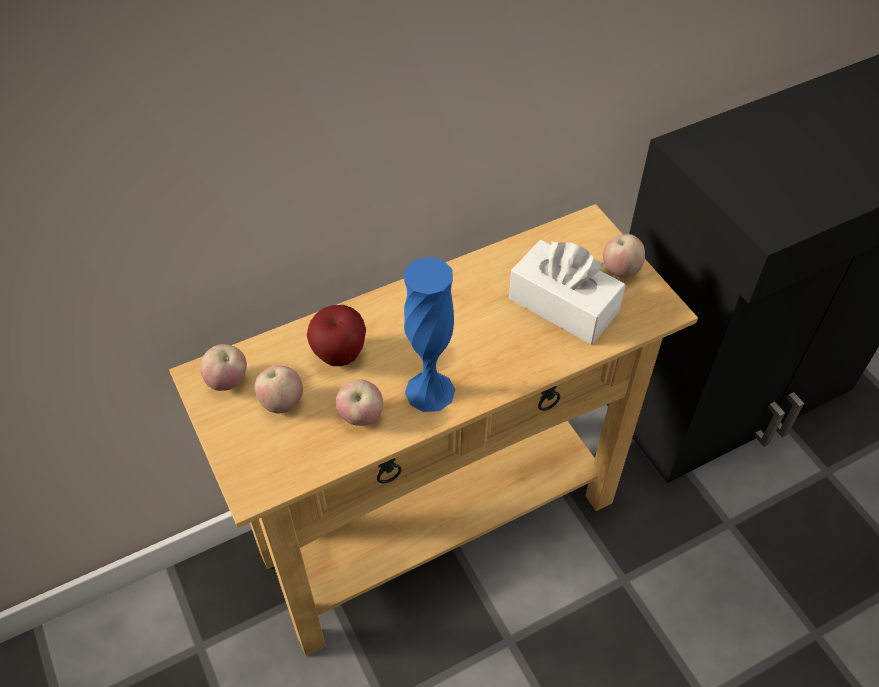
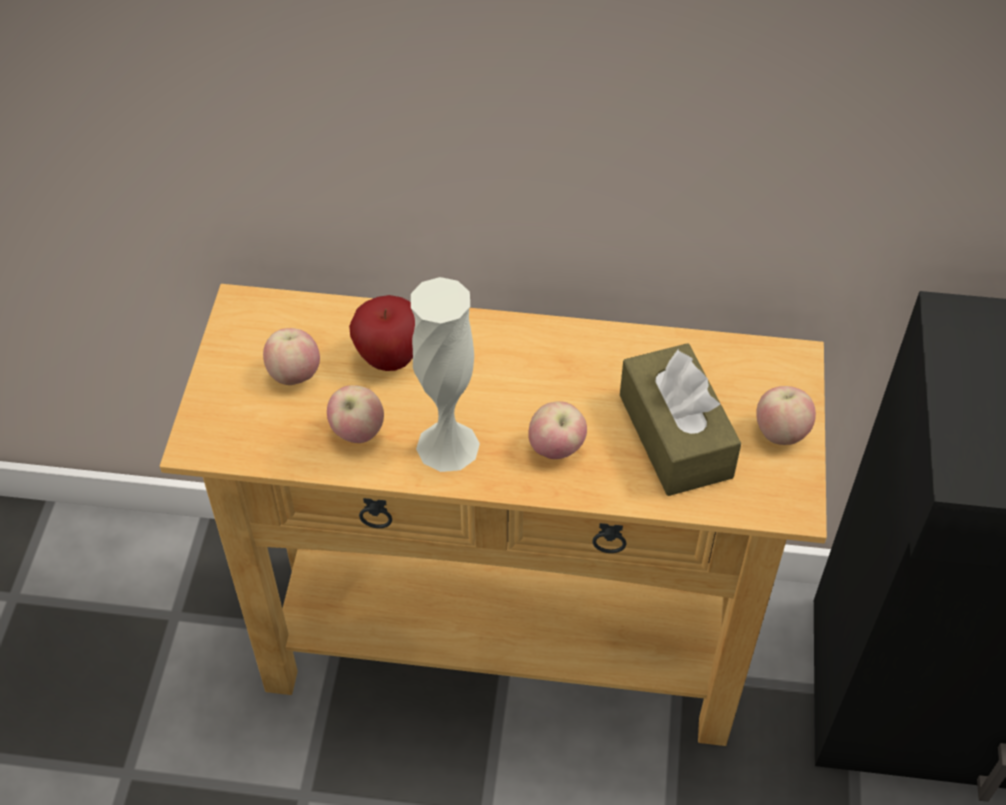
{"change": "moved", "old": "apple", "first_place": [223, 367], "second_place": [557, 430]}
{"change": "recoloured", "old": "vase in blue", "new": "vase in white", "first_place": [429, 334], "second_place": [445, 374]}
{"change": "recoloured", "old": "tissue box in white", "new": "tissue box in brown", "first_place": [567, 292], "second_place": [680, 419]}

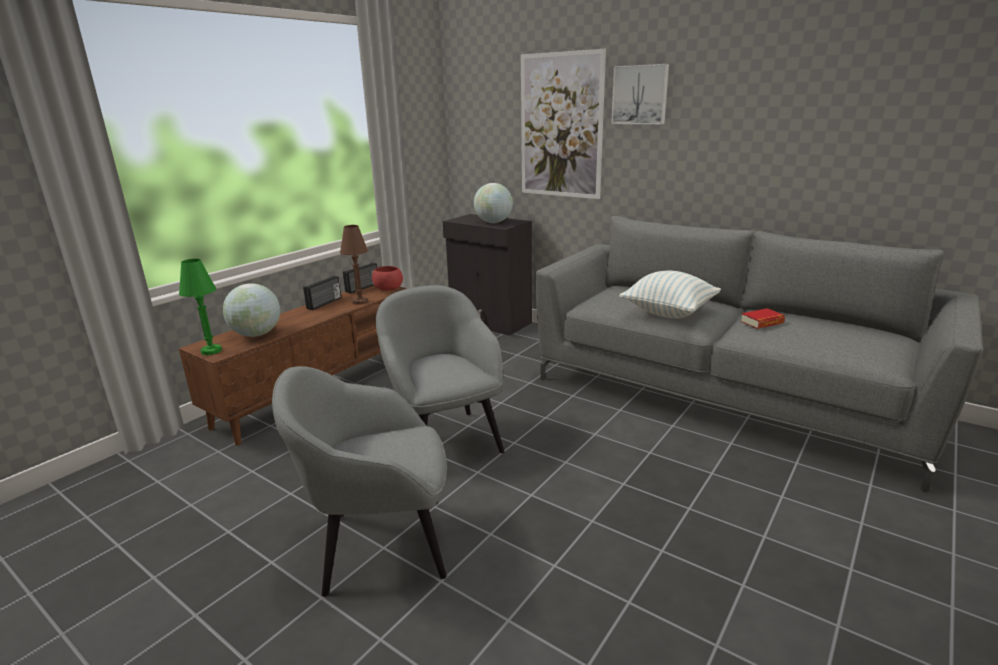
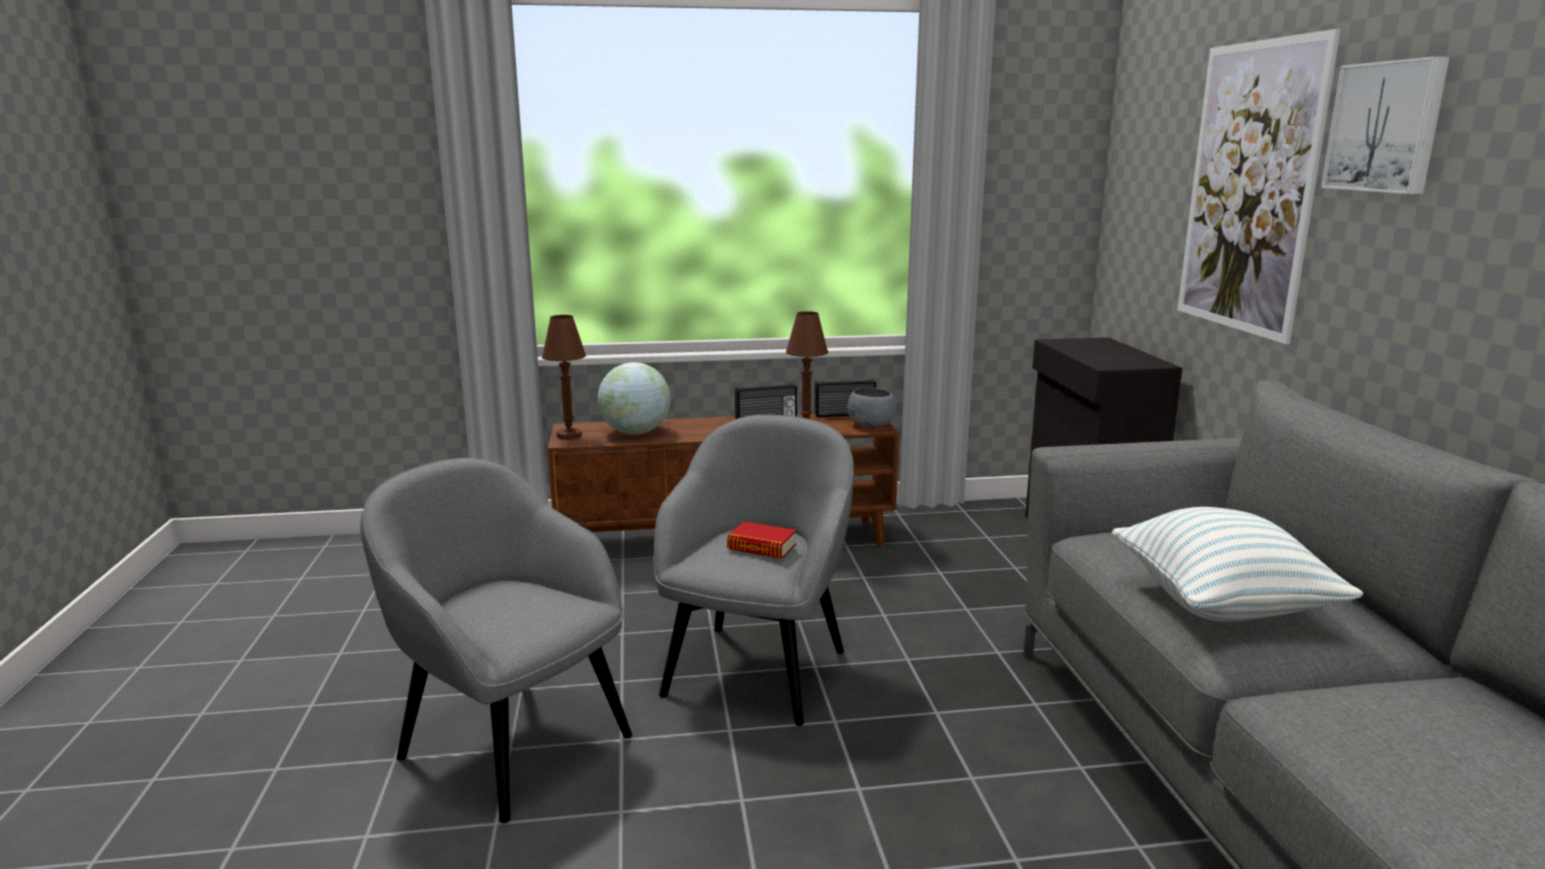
{"change": "recoloured", "old": "table lamp in green", "new": "table lamp in brown", "first_place": [200, 307], "second_place": [564, 377]}
{"change": "recoloured", "old": "bowl in red", "new": "bowl in grey", "first_place": [387, 278], "second_place": [871, 408]}
{"change": "removed", "old": "globe", "first_place": [493, 203]}
{"change": "moved", "old": "book", "first_place": [763, 318], "second_place": [761, 540]}

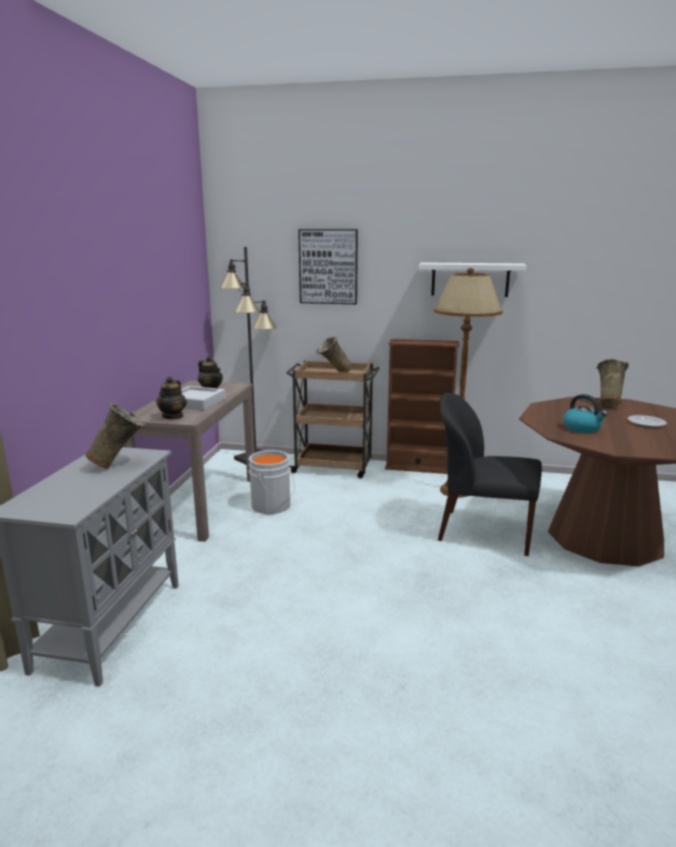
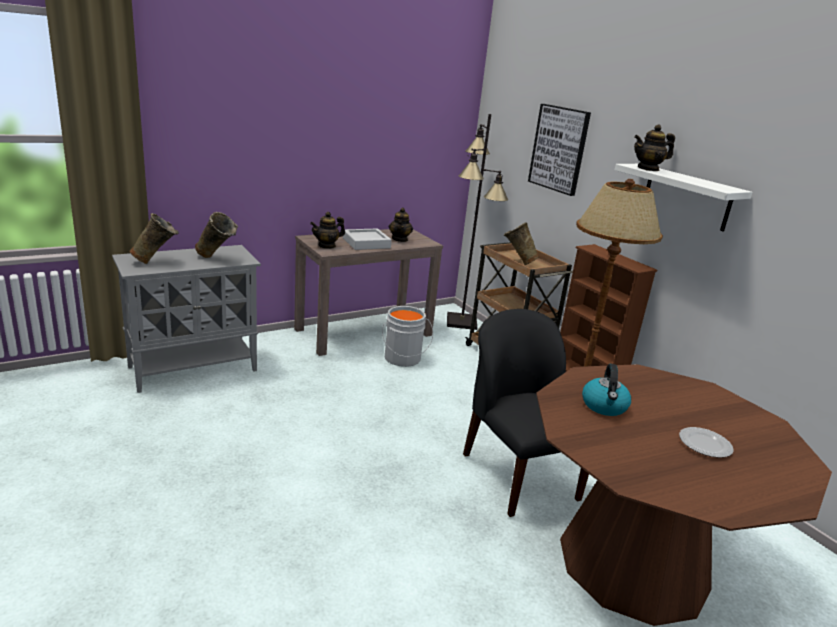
{"change": "moved", "old": "vase in beige", "first_place": [613, 382], "second_place": [154, 238]}
{"change": "added", "new": "teapot", "second_place": [654, 147]}

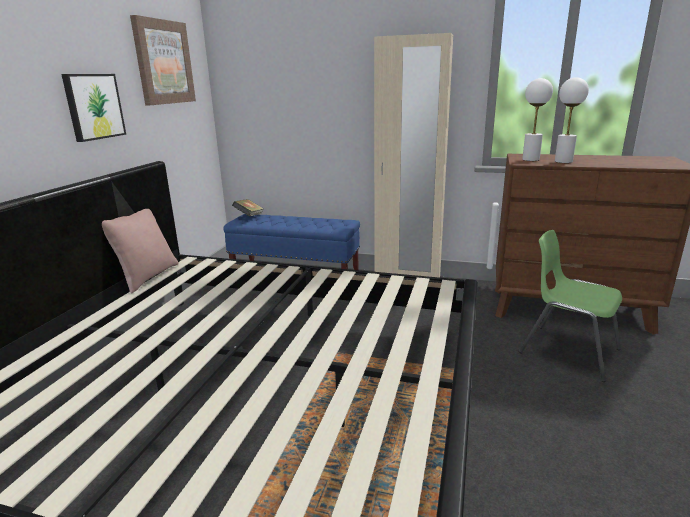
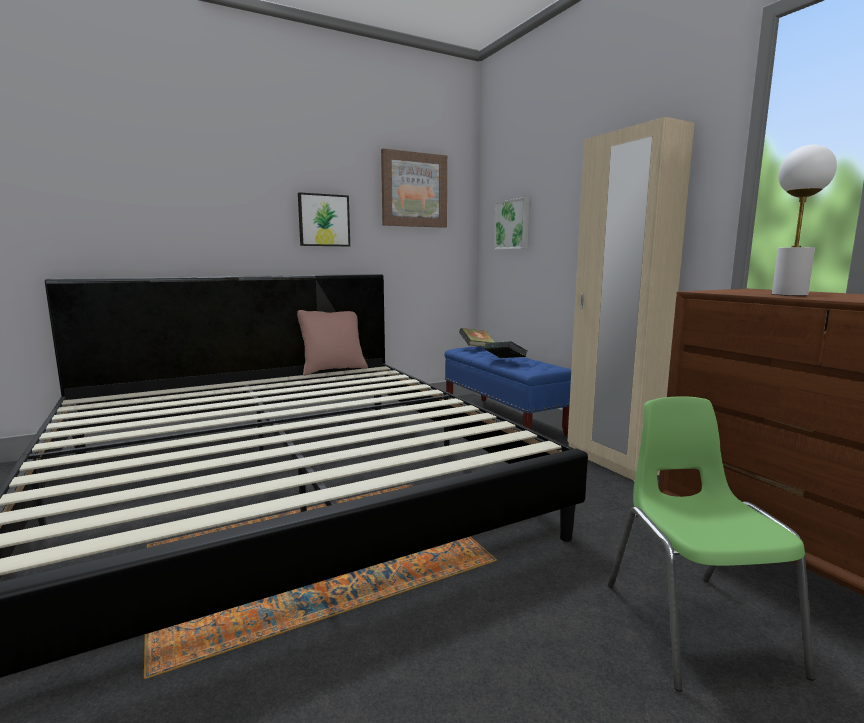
{"change": "removed", "old": "table lamp in white", "first_place": [537, 119]}
{"change": "added", "new": "book", "second_place": [505, 349]}
{"change": "added", "new": "picture", "second_place": [511, 223]}

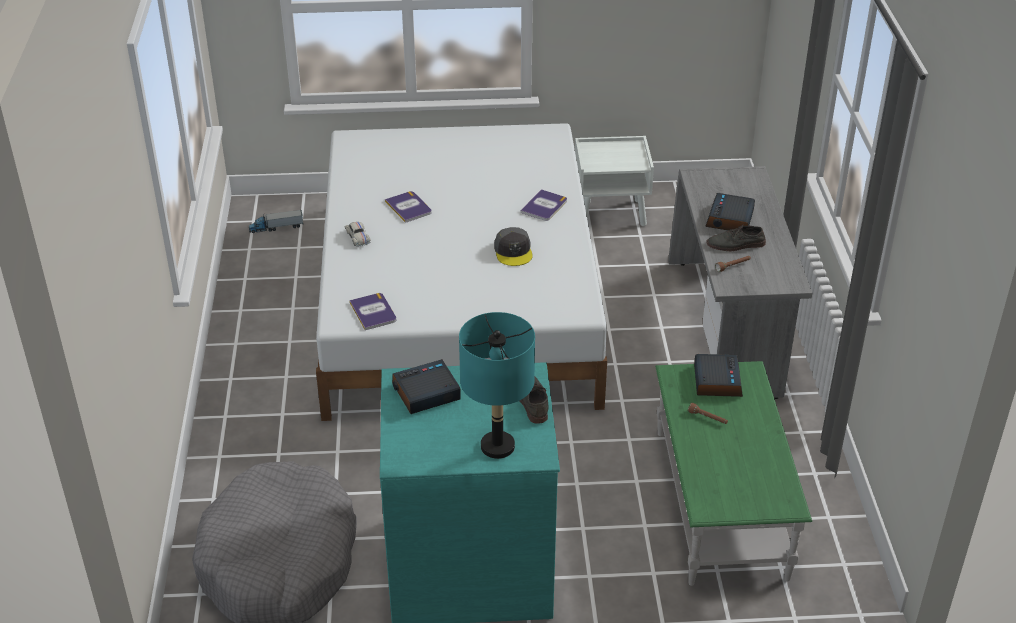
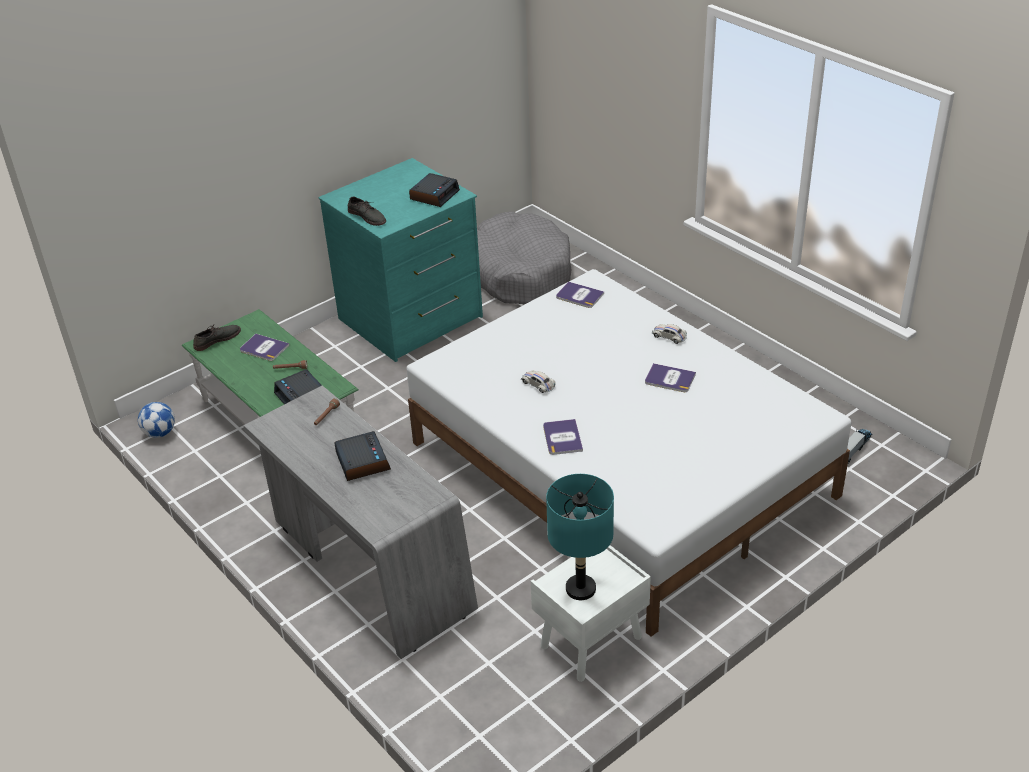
{"change": "moved", "old": "table lamp in turquoise", "first_place": [497, 385], "second_place": [580, 537]}
{"change": "replaced", "old": "cap in grey", "new": "toy car in white", "first_place": [513, 246], "second_place": [538, 381]}
{"change": "moved", "old": "shoe in grey", "first_place": [736, 238], "second_place": [217, 337]}
{"change": "added", "new": "football", "second_place": [156, 419]}
{"change": "added", "new": "book", "second_place": [264, 347]}

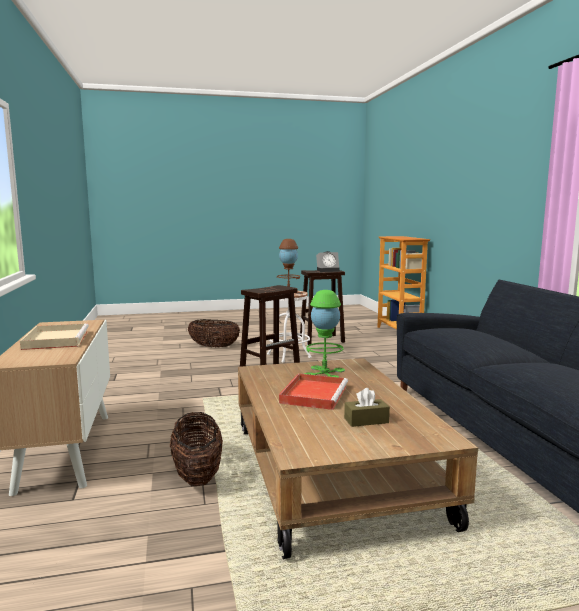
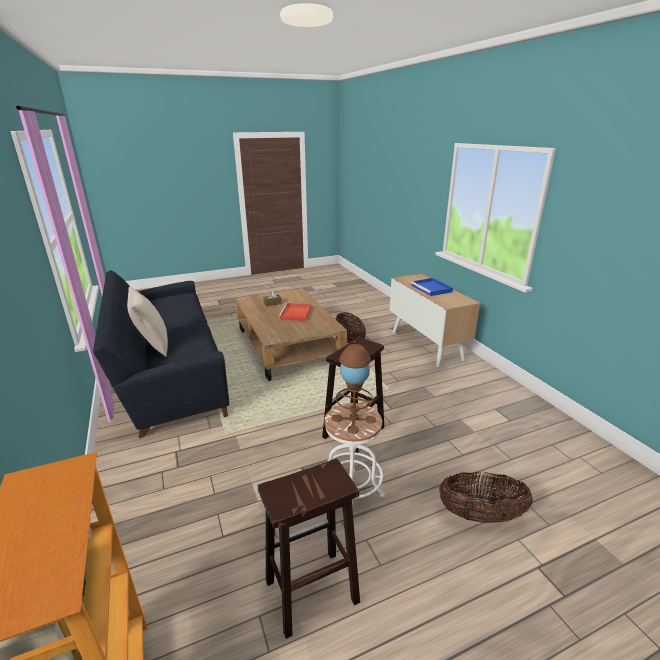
{"change": "recoloured", "old": "tray in beige", "new": "tray in blue", "first_place": [54, 336], "second_place": [432, 287]}
{"change": "removed", "old": "table lamp in green", "first_place": [324, 333]}
{"change": "removed", "old": "alarm clock", "first_place": [328, 261]}
{"change": "added", "new": "pillow in beige", "second_place": [147, 322]}

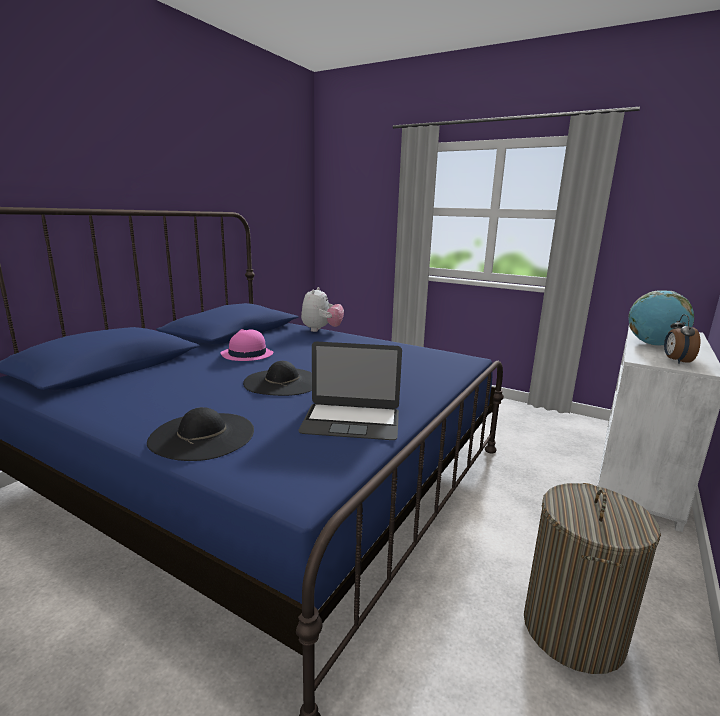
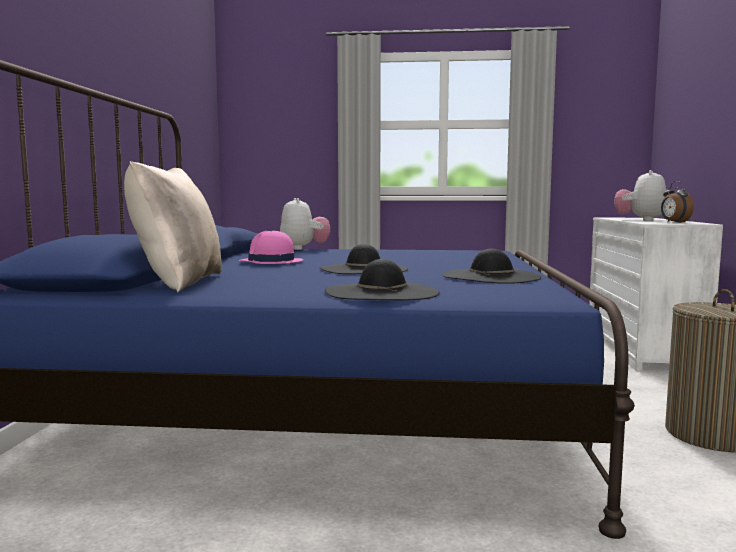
{"change": "replaced", "old": "laptop", "new": "hat in black", "first_place": [350, 391], "second_place": [492, 266]}
{"change": "replaced", "old": "globe", "new": "plush toy", "first_place": [661, 318], "second_place": [640, 195]}
{"change": "added", "new": "pillow in beige", "second_place": [173, 227]}

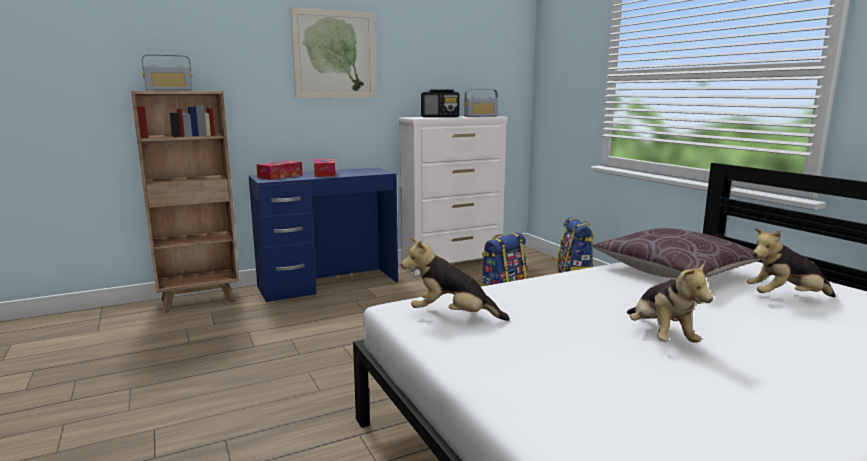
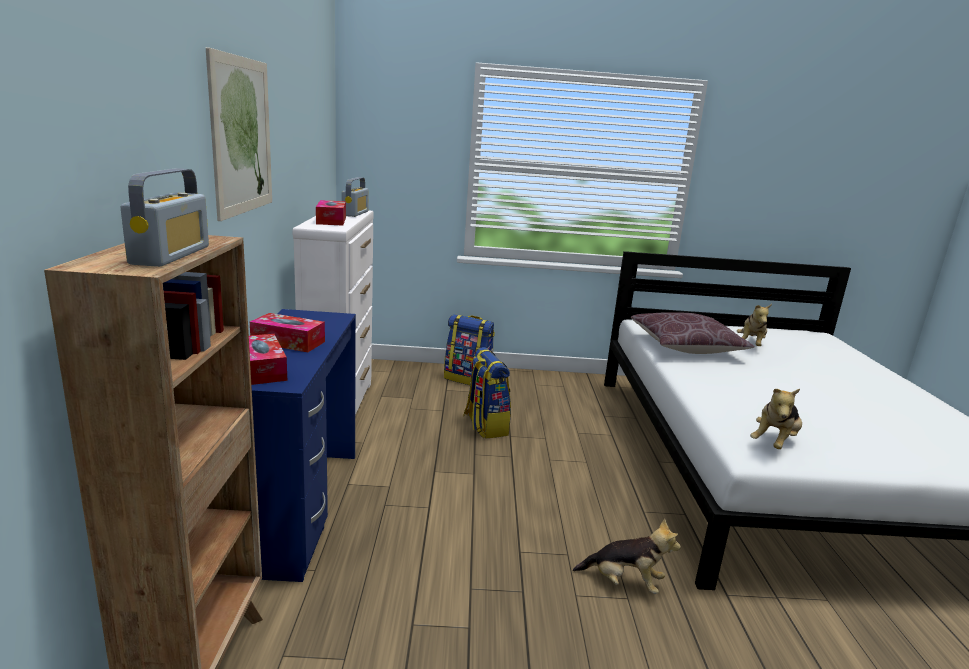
{"change": "replaced", "old": "radio", "new": "tissue box", "first_place": [440, 103], "second_place": [331, 213]}
{"change": "moved", "old": "plush toy", "first_place": [670, 302], "second_place": [627, 556]}

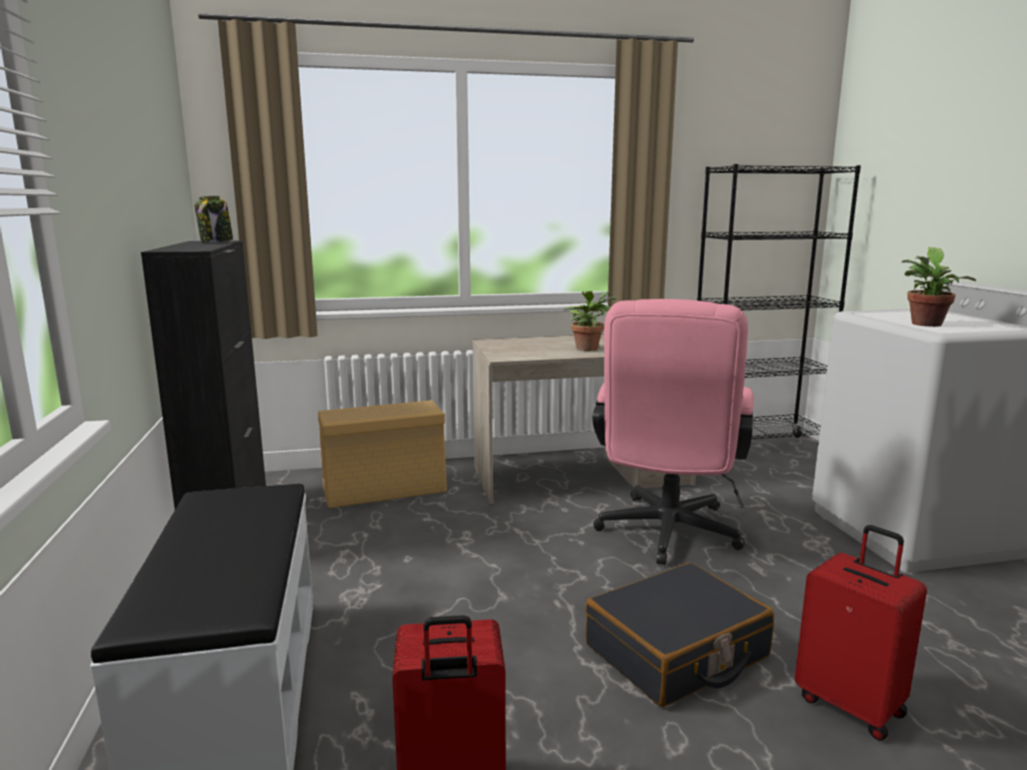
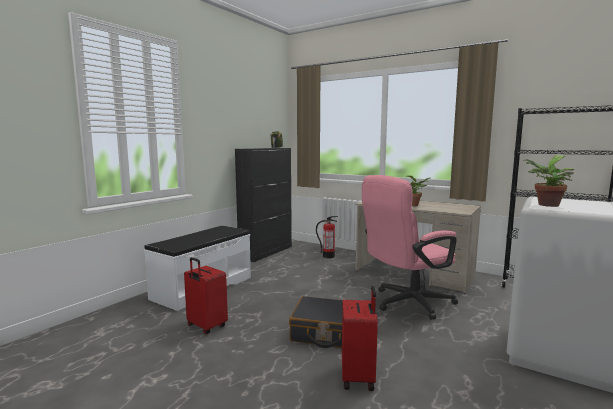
{"change": "replaced", "old": "storage box in beige", "new": "fire extinguisher", "first_place": [382, 454], "second_place": [327, 237]}

